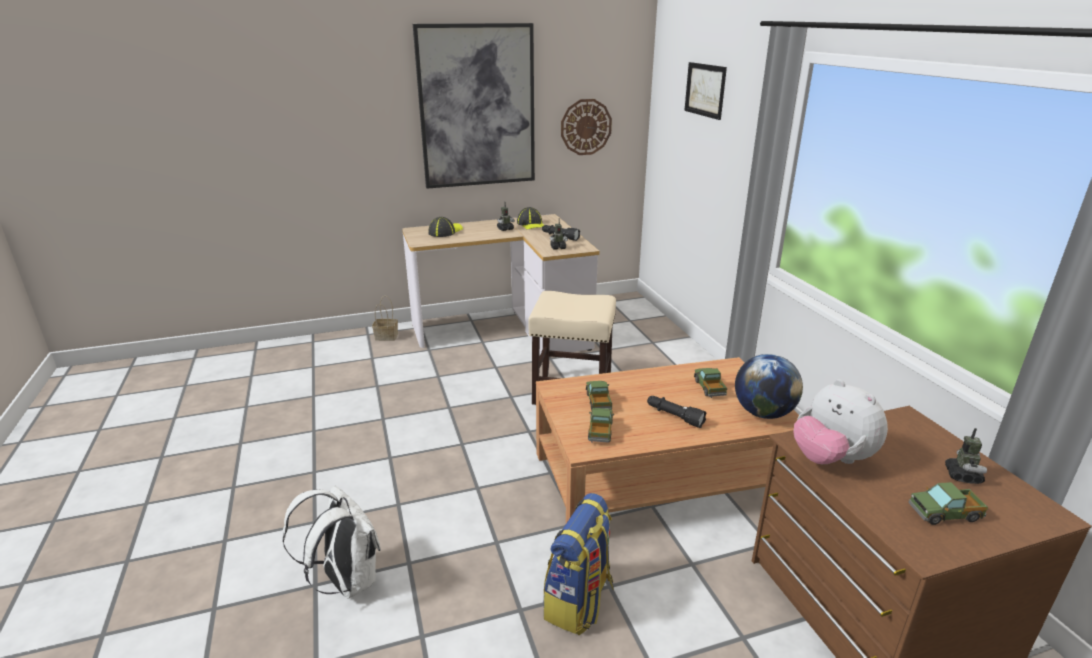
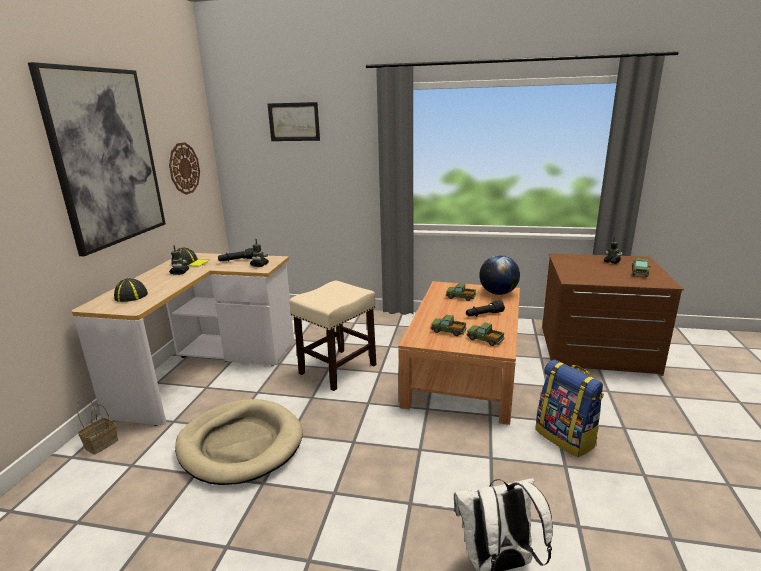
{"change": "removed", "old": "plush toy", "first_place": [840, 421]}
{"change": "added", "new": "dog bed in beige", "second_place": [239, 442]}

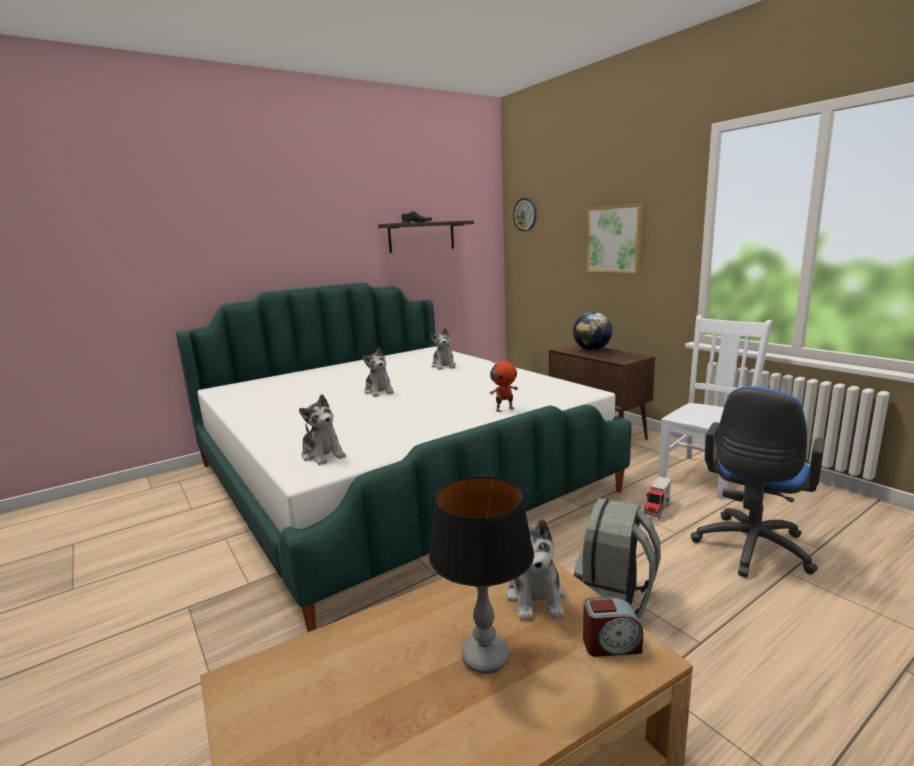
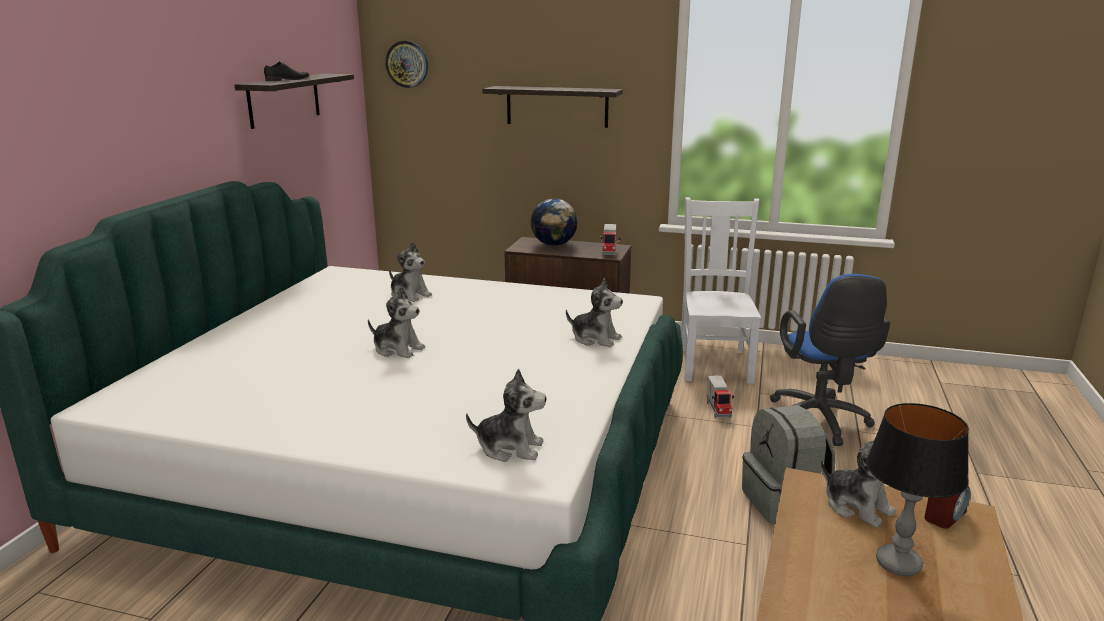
{"change": "replaced", "old": "toy robot", "new": "plush toy", "first_place": [504, 385], "second_place": [594, 312]}
{"change": "replaced", "old": "picture", "new": "shelf", "first_place": [614, 238], "second_place": [552, 107]}
{"change": "added", "new": "toy truck", "second_place": [610, 240]}

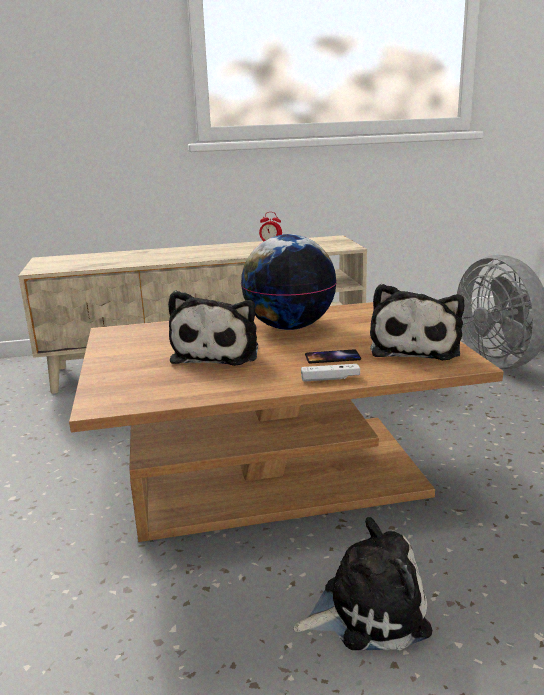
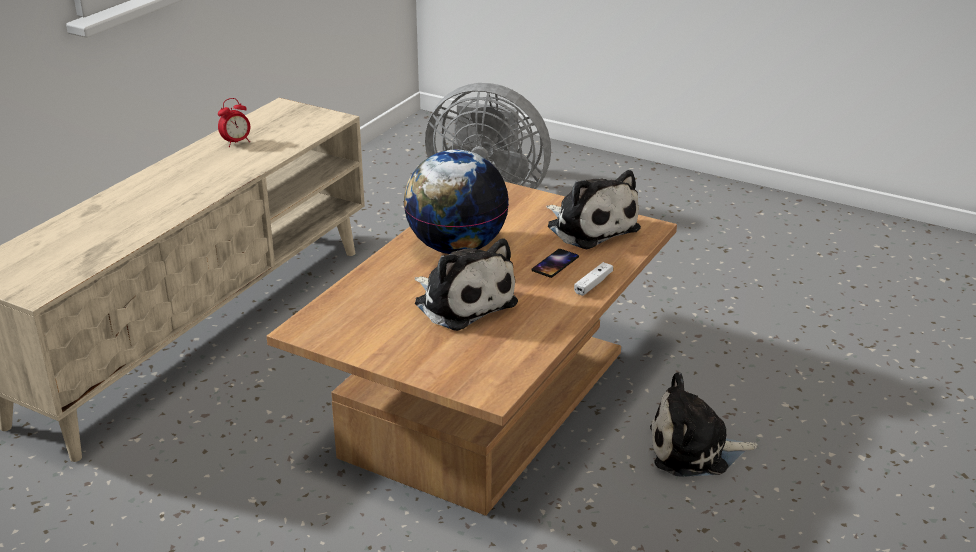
{"change": "turned", "old": "plush toy", "first_place": [362, 583], "second_place": [704, 424], "degrees": -120}

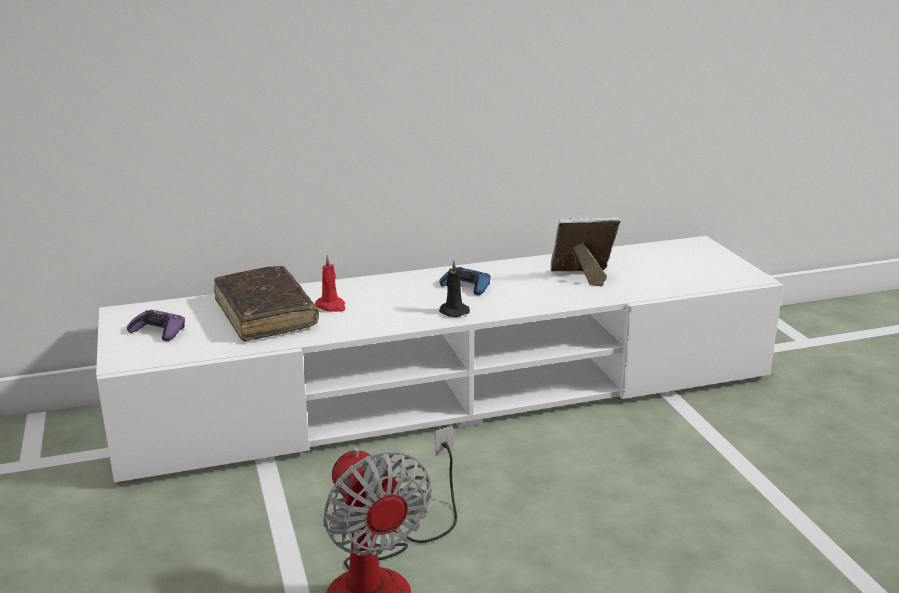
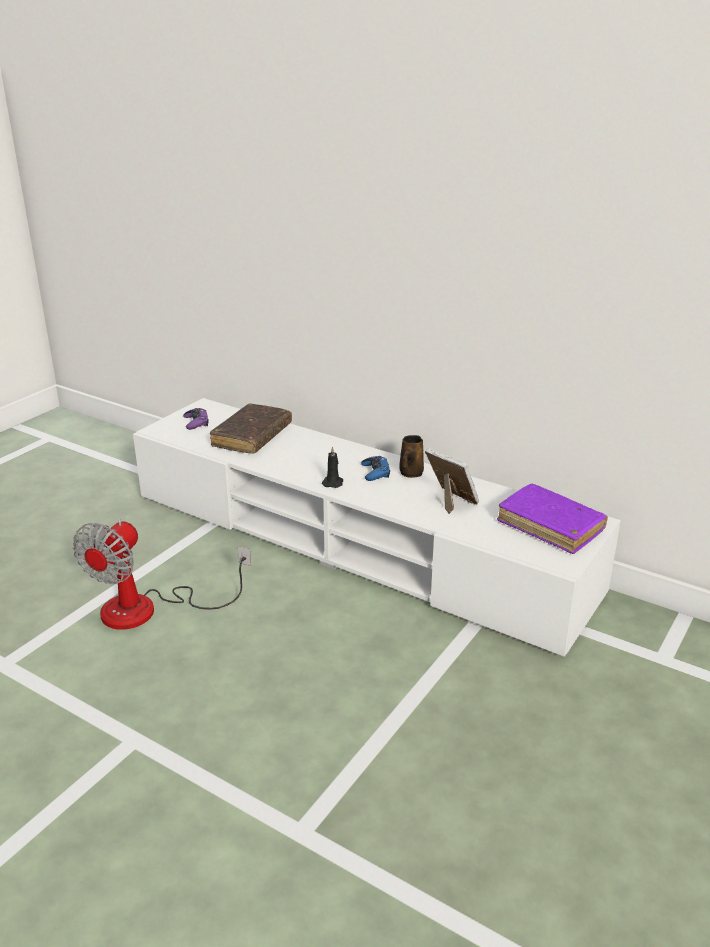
{"change": "removed", "old": "candle in red", "first_place": [330, 283]}
{"change": "added", "new": "mug in brown", "second_place": [411, 456]}
{"change": "added", "new": "book in purple", "second_place": [552, 519]}

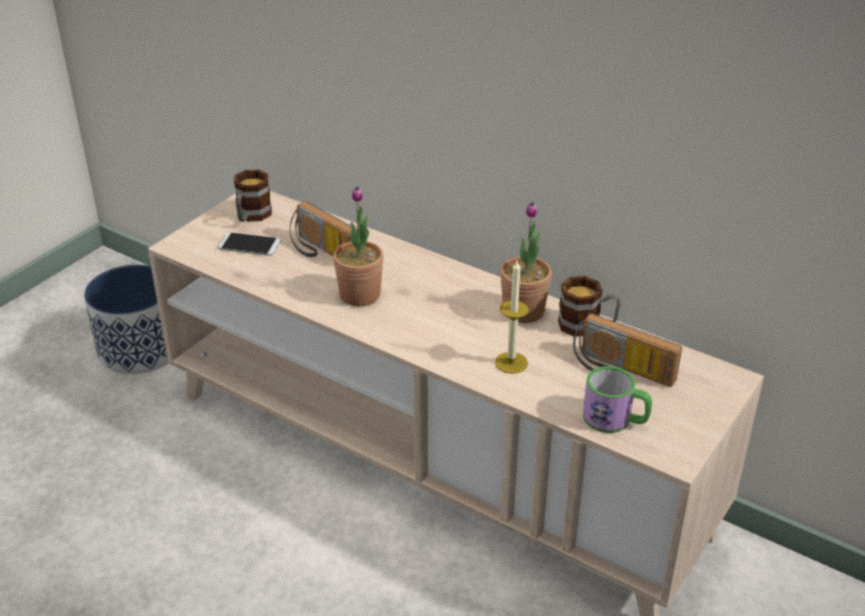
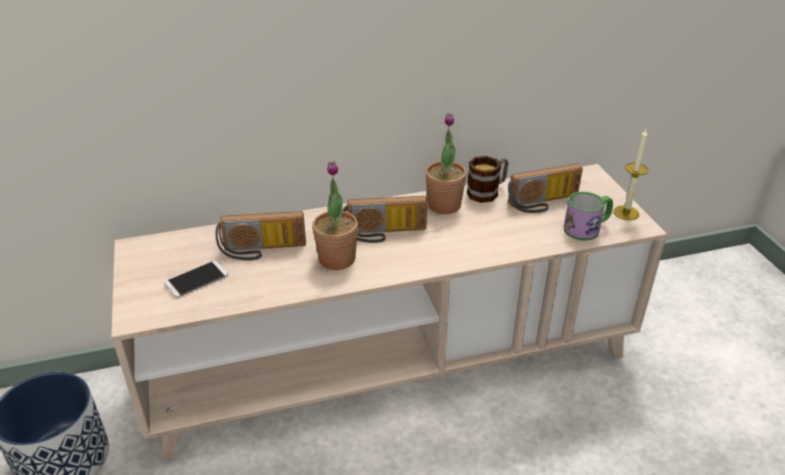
{"change": "removed", "old": "mug", "first_place": [253, 195]}
{"change": "moved", "old": "candle", "first_place": [512, 317], "second_place": [630, 174]}
{"change": "added", "new": "radio", "second_place": [385, 219]}

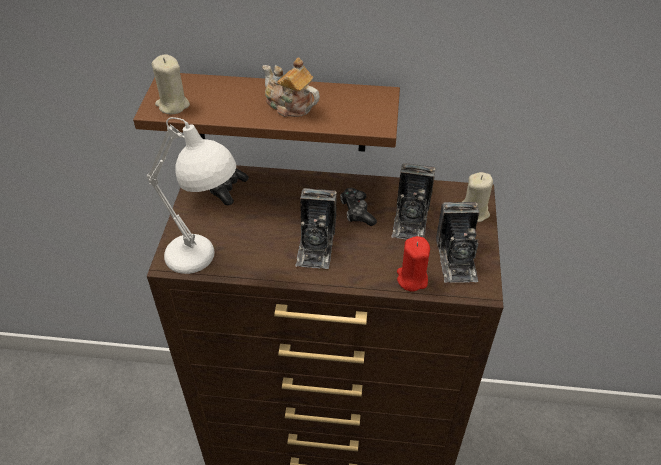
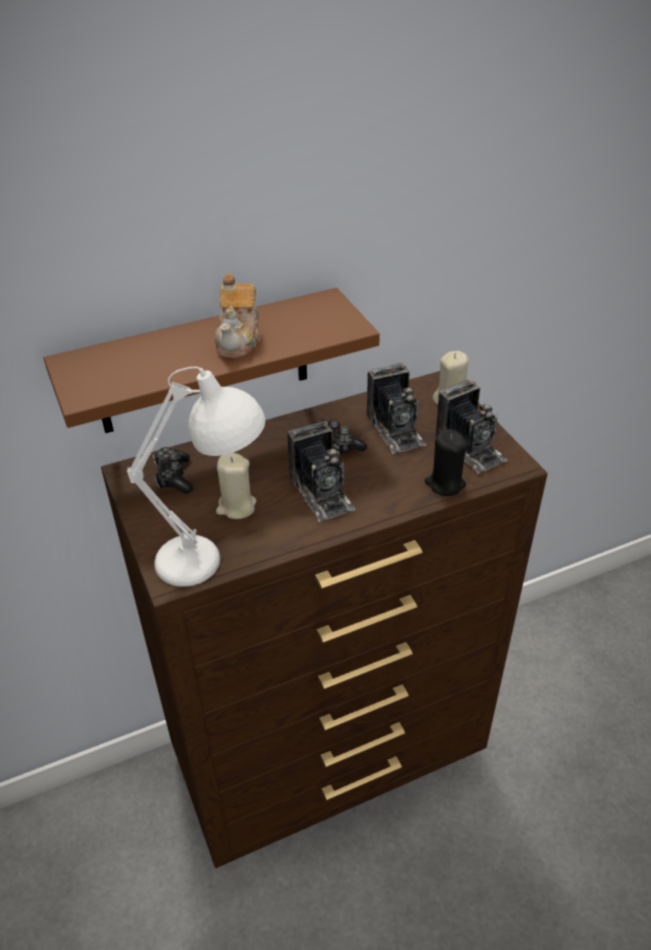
{"change": "moved", "old": "candle in beige", "first_place": [170, 84], "second_place": [236, 486]}
{"change": "turned", "old": "teapot", "first_place": [291, 87], "second_place": [239, 316], "degrees": -90}
{"change": "recoloured", "old": "candle in red", "new": "candle in black", "first_place": [413, 264], "second_place": [446, 462]}

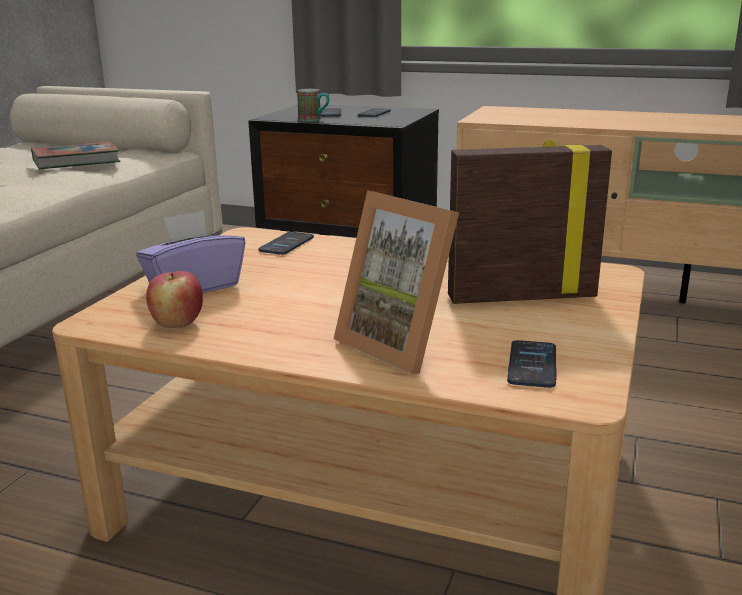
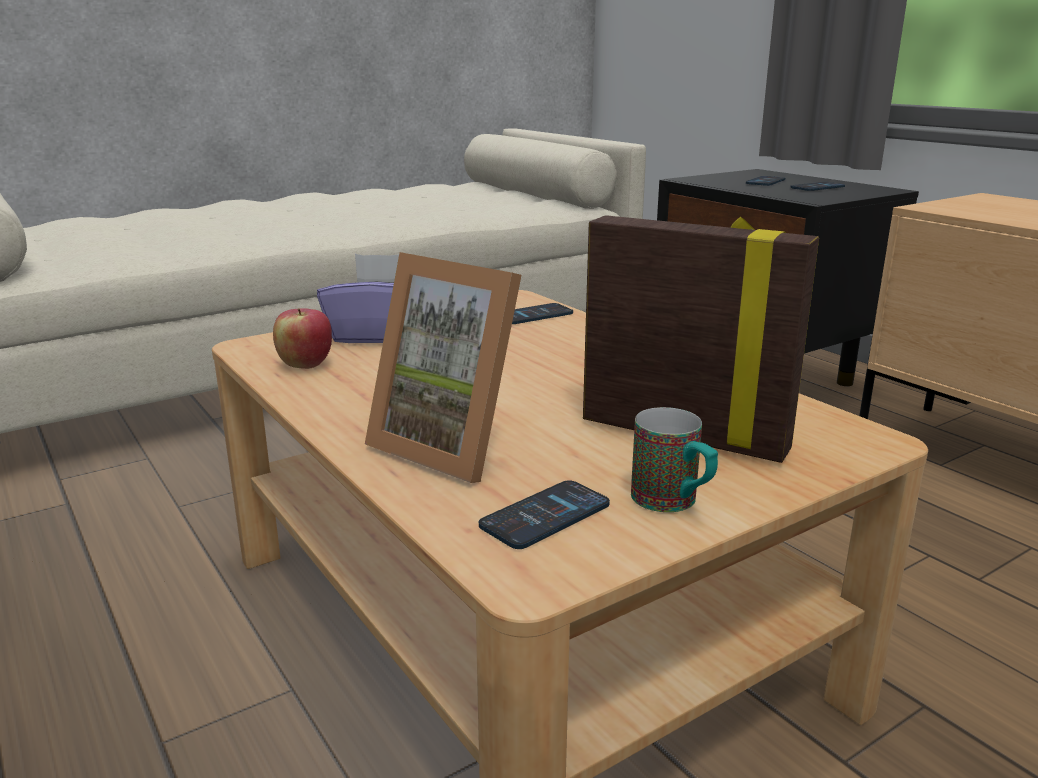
{"change": "removed", "old": "book", "first_place": [76, 155]}
{"change": "moved", "old": "mug", "first_place": [313, 105], "second_place": [674, 459]}
{"change": "turned", "old": "picture frame", "first_place": [396, 282], "second_place": [443, 367], "degrees": -45}

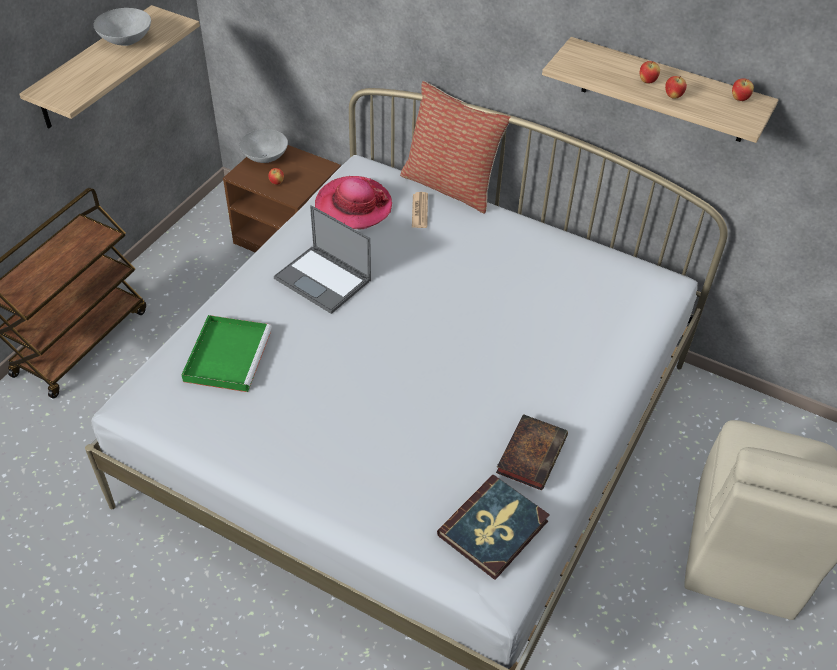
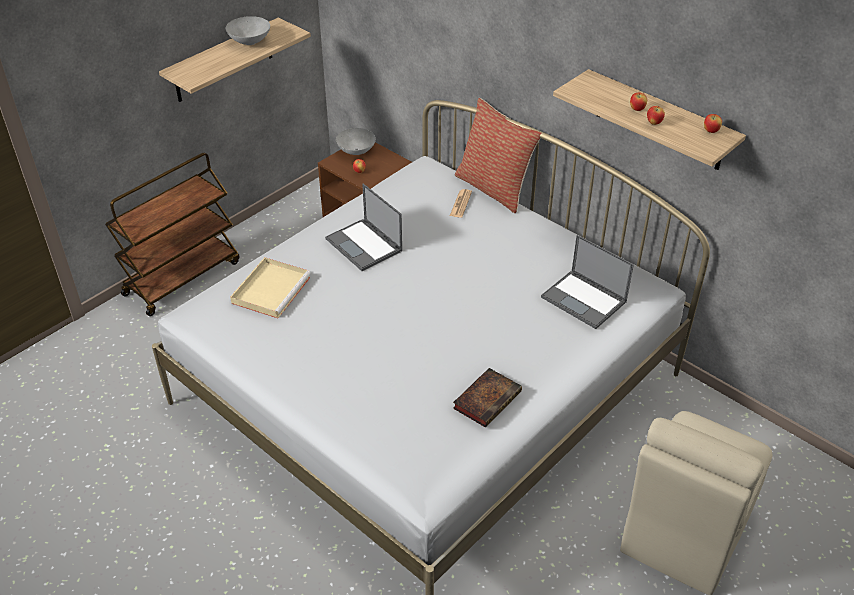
{"change": "recoloured", "old": "tray in green", "new": "tray in beige", "first_place": [226, 353], "second_place": [270, 287]}
{"change": "removed", "old": "hat", "first_place": [353, 203]}
{"change": "removed", "old": "book", "first_place": [493, 527]}
{"change": "added", "new": "laptop", "second_place": [587, 282]}

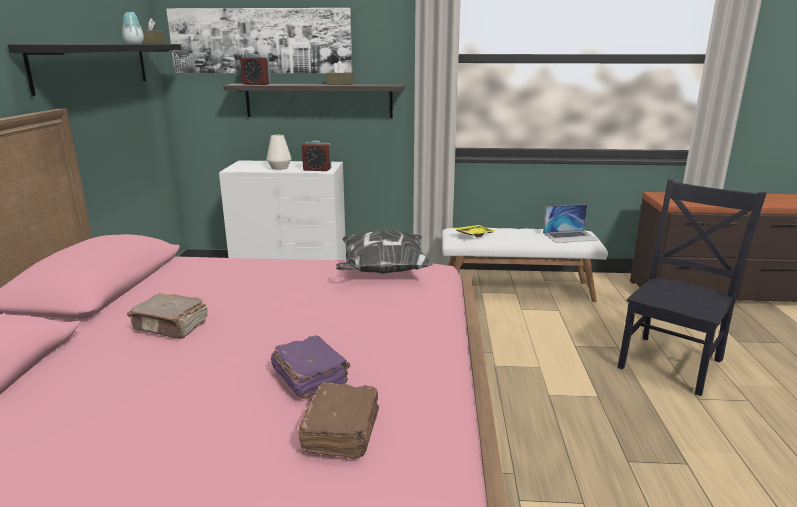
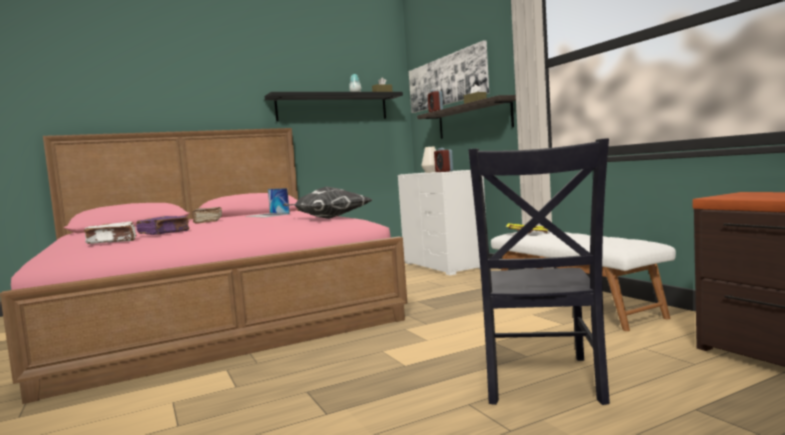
{"change": "recoloured", "old": "book in brown", "new": "book in white", "first_place": [338, 420], "second_place": [110, 233]}
{"change": "moved", "old": "laptop", "first_place": [570, 223], "second_place": [268, 203]}
{"change": "turned", "old": "chair in black", "first_place": [692, 287], "second_place": [539, 271], "degrees": 90}

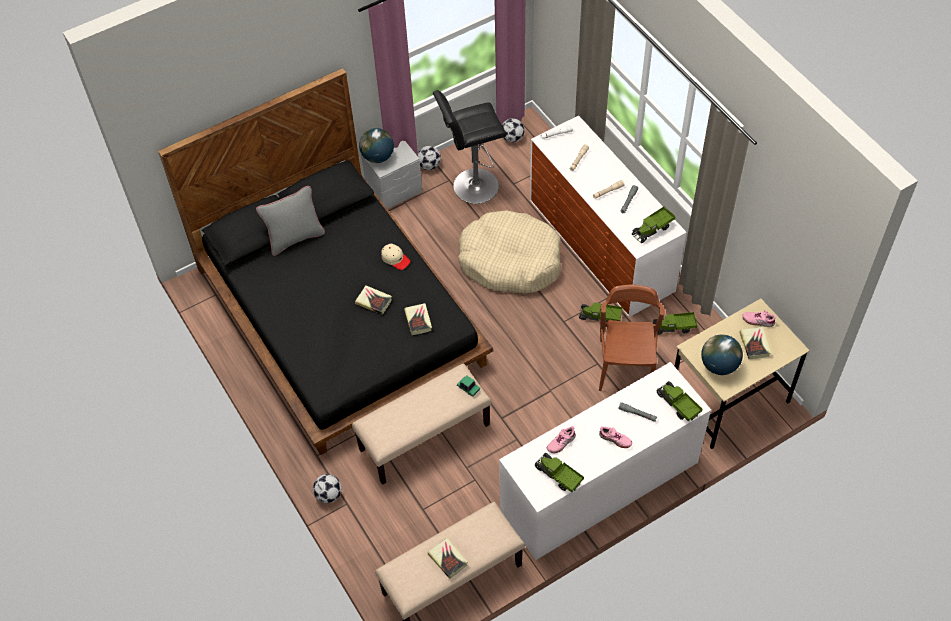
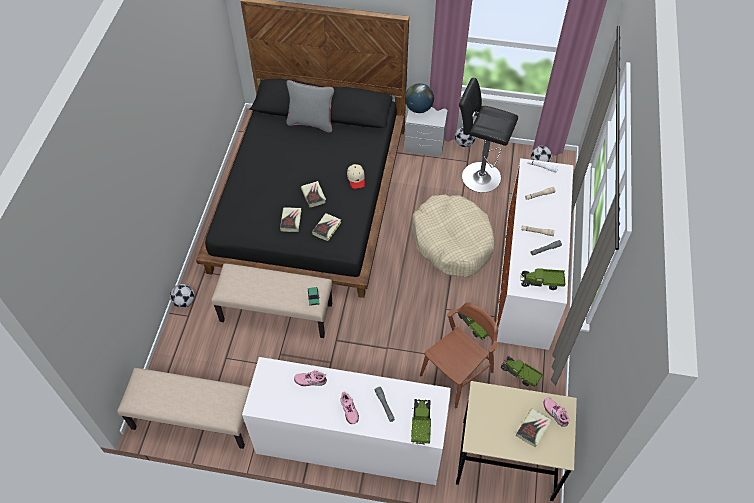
{"change": "moved", "old": "book", "first_place": [448, 558], "second_place": [290, 219]}
{"change": "removed", "old": "toy truck", "first_place": [559, 472]}
{"change": "removed", "old": "globe", "first_place": [722, 354]}

